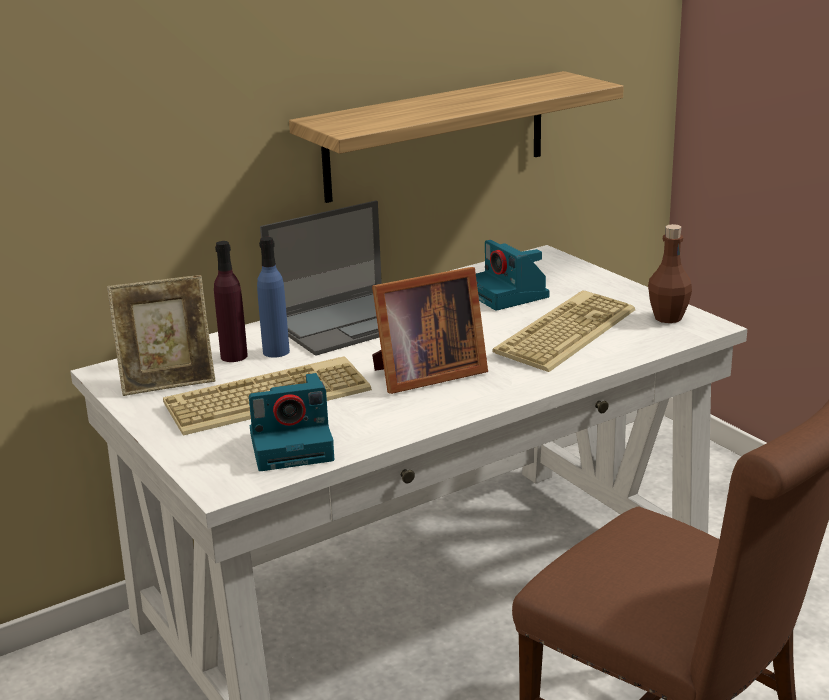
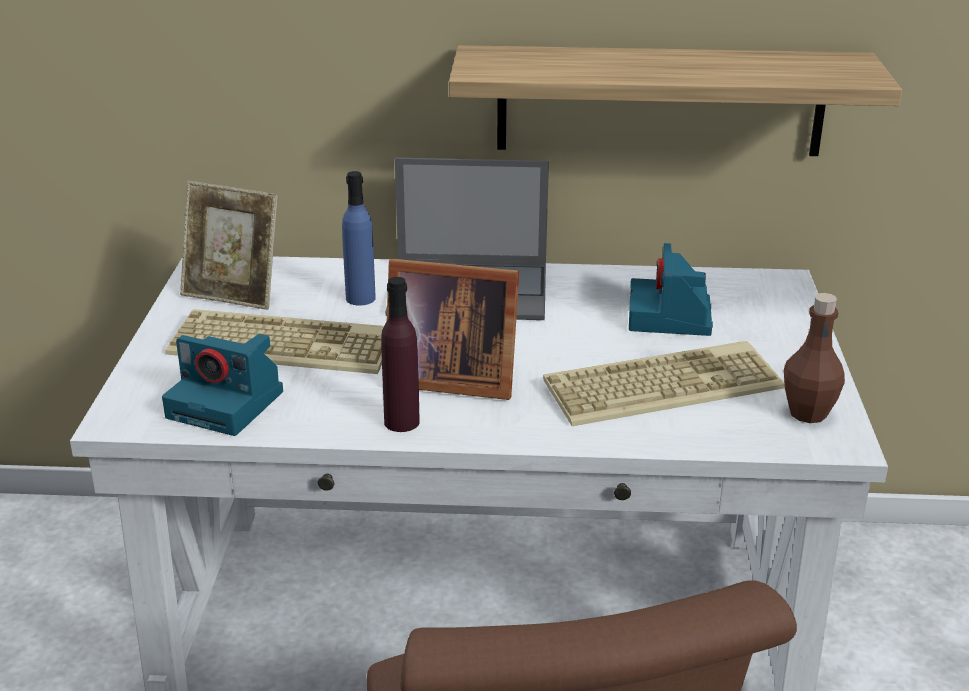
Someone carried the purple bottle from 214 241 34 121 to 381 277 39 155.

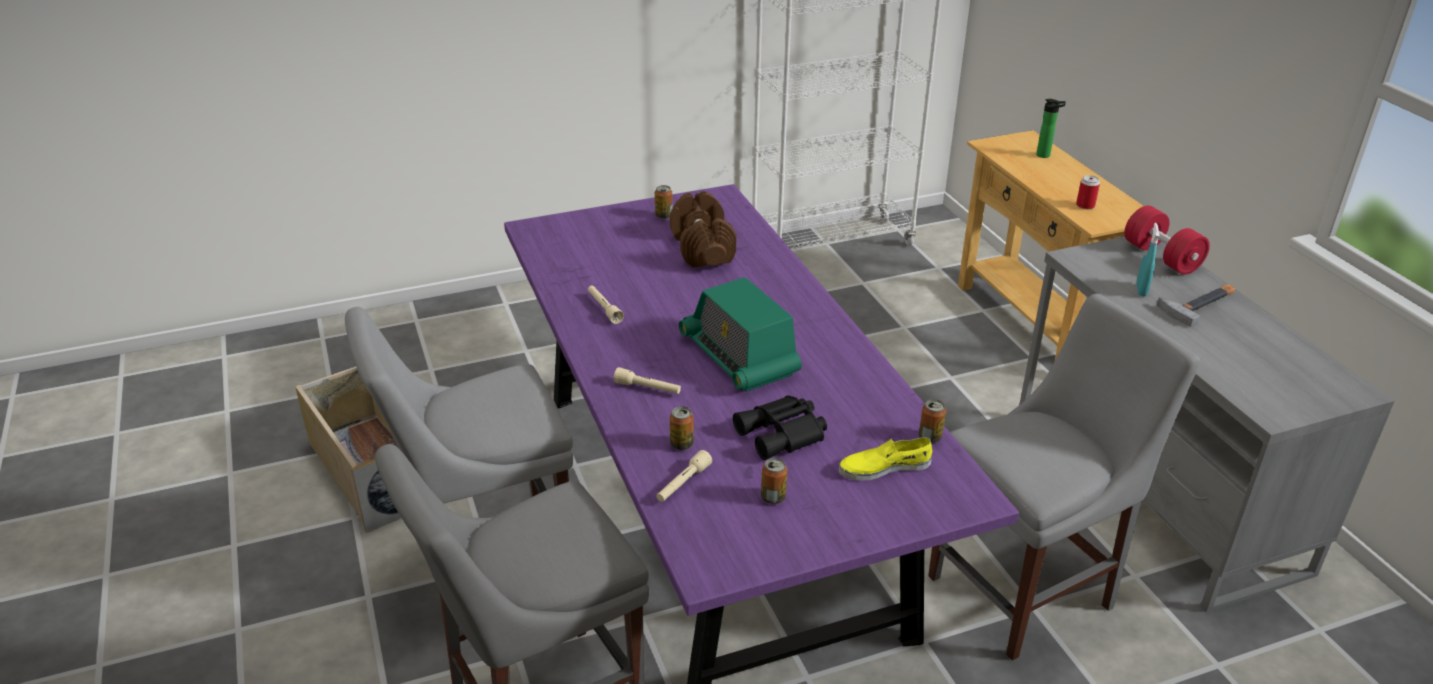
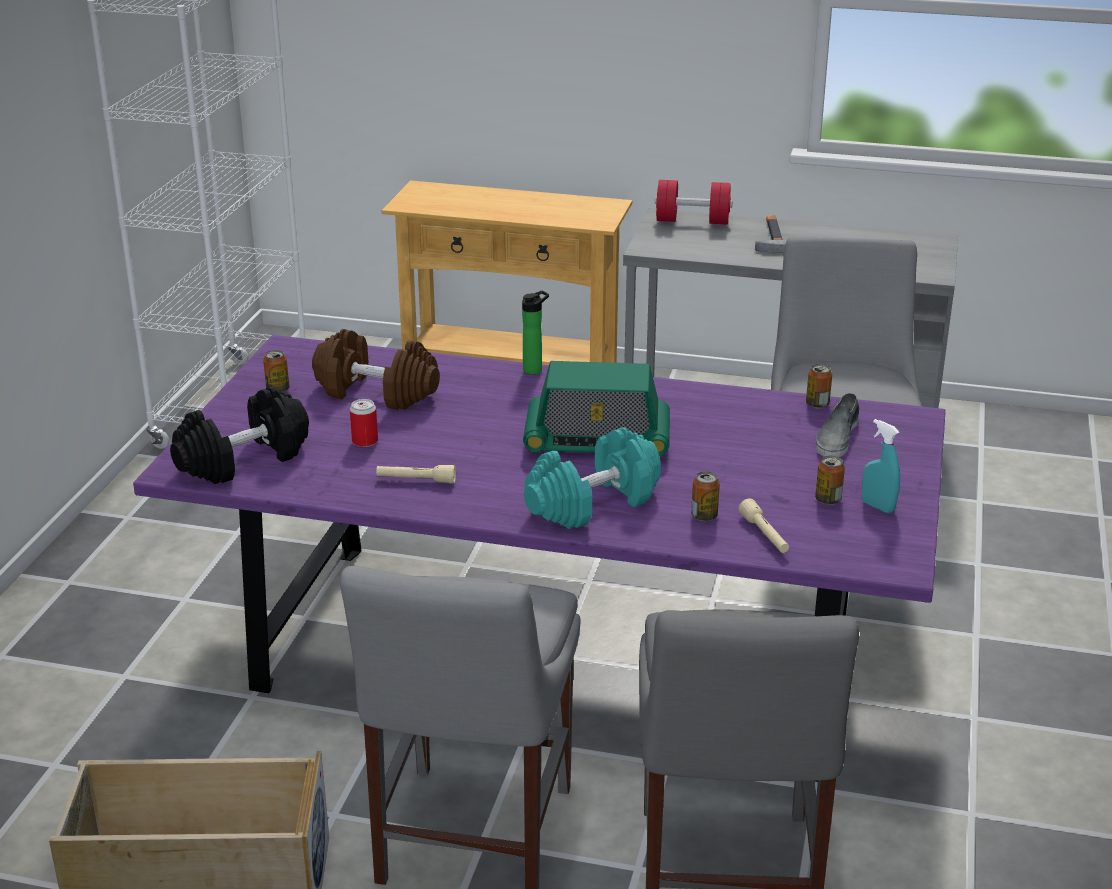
Someone swapped the sand-coloured torch at 614 367 67 27 for the turquoise-coloured dumbbell at 524 427 137 102.
Someone took away the blackish binoculars at 733 395 94 65.
Someone repainted the yellow low shoe at 839 437 94 44, which became the gray low shoe at 816 393 43 64.
Someone carried the bottle from 1036 99 30 59 to 522 291 27 83.
Someone carried the sealed can from 1076 175 24 34 to 350 399 28 48.
Someone carried the turquoise-coloured sprayer from 1137 223 22 73 to 862 419 38 94.
Someone put down the blackish dumbbell at 170 387 139 97.

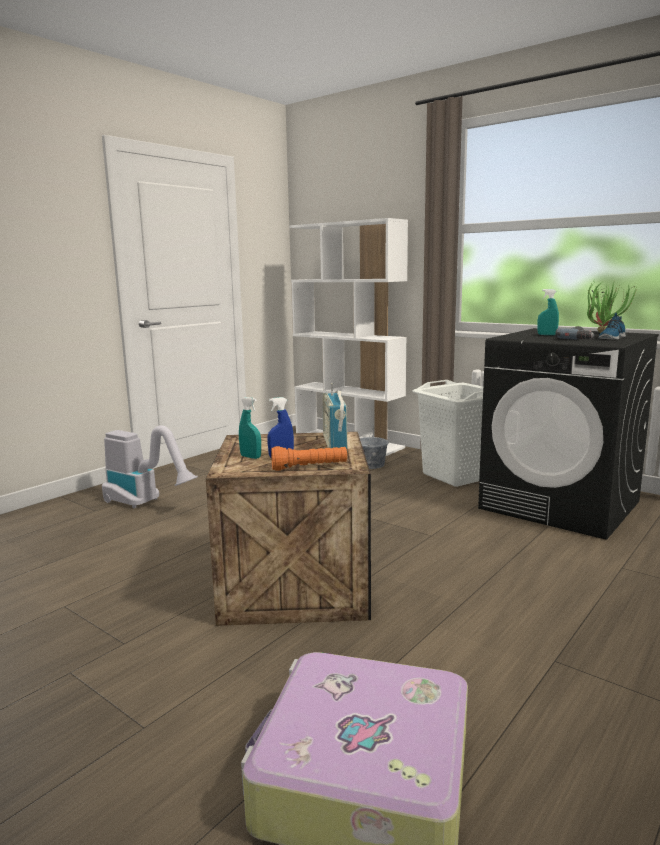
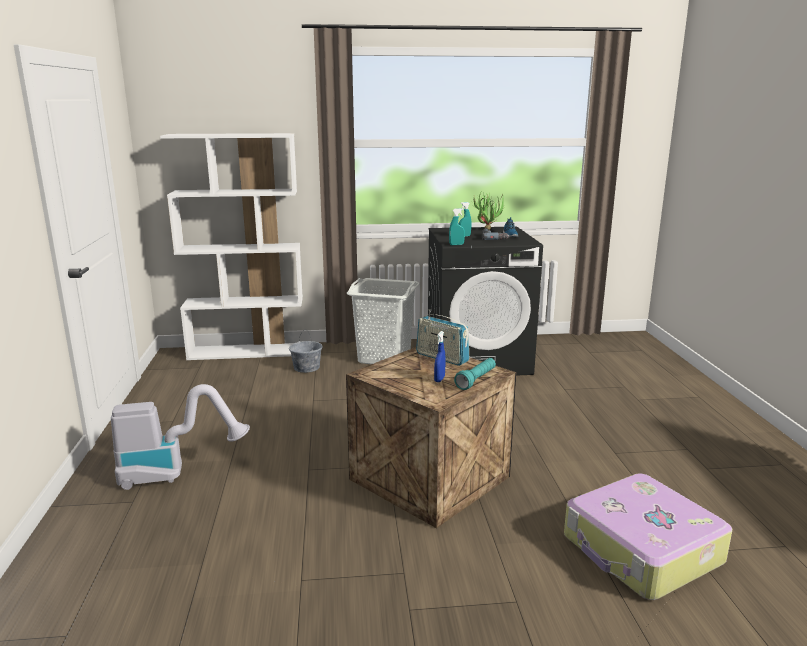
Someone carried the turquoise-coloured sprayer from 239 397 22 62 to 449 208 16 37.
Someone repainted the orangey torch at 271 446 76 25, which became the turquoise-coloured torch at 454 358 42 32.

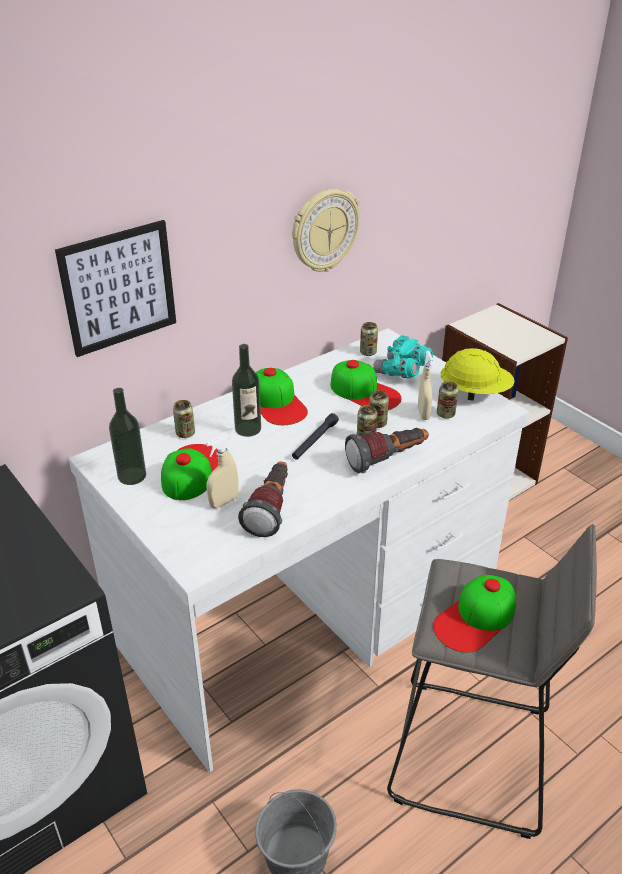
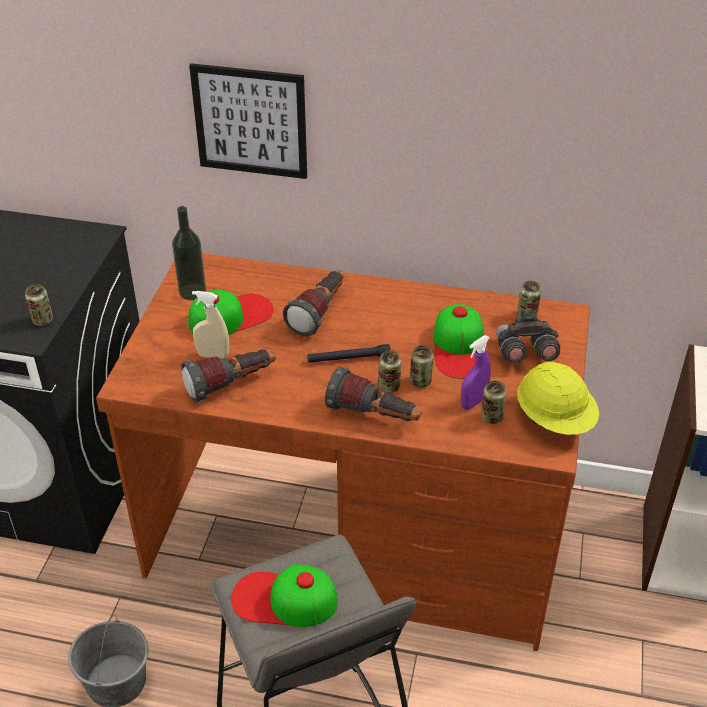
Someone repainted the whitish desk unit at 69 328 460 444, which became the brown desk unit at 96 253 494 398.
Someone carried the sealed can from 173 400 22 38 to 25 284 28 42.
Someone swapped the bottle at 232 344 29 93 for the torch at 283 270 61 66.
Someone took away the cap at 256 368 52 57.
Someone took away the clock on the wall at 292 189 68 83.
Someone repainted the turquoise-coloured binoculars at 373 335 60 43, which became the gray binoculars at 496 313 64 51.
Someone repainted the sand-coloured sprayer at 418 351 15 69, which became the purple sprayer at 461 335 30 75.

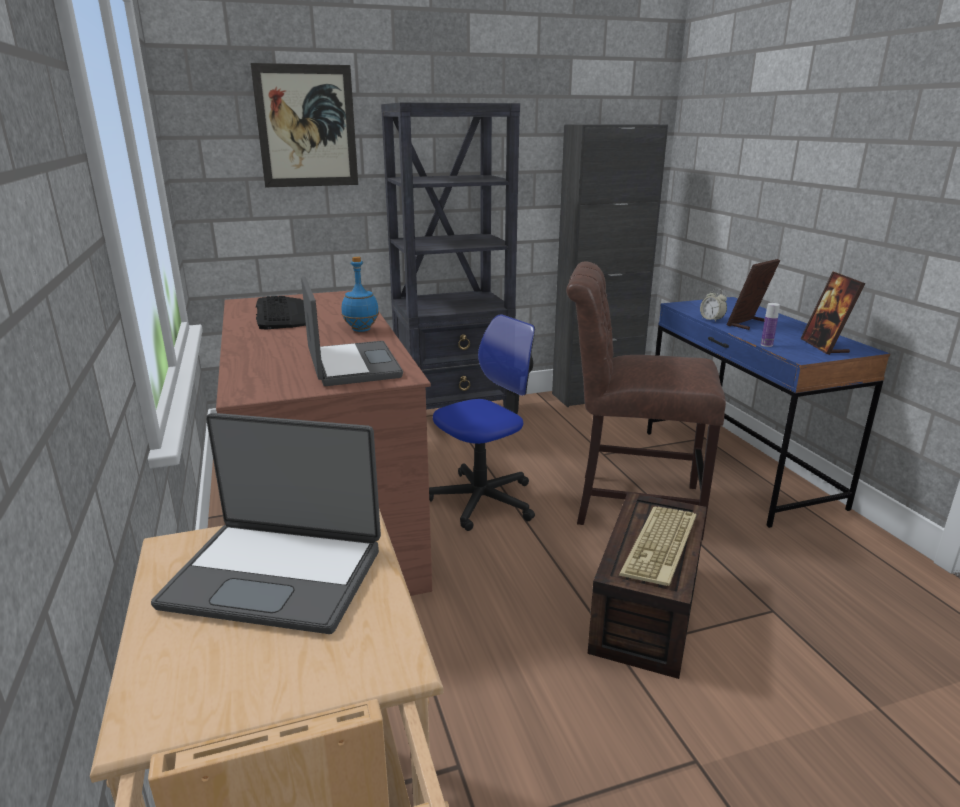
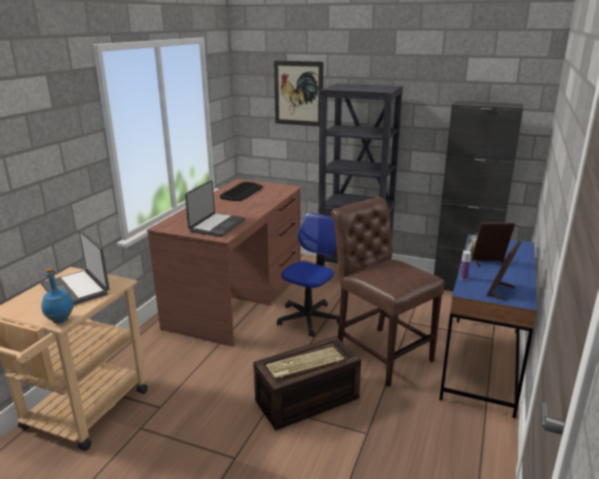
Someone carried the blue-coloured bottle from 342 256 37 76 to 41 268 33 56.
Someone rotated the desk chair at 429 314 106 217 by 60 degrees counterclockwise.

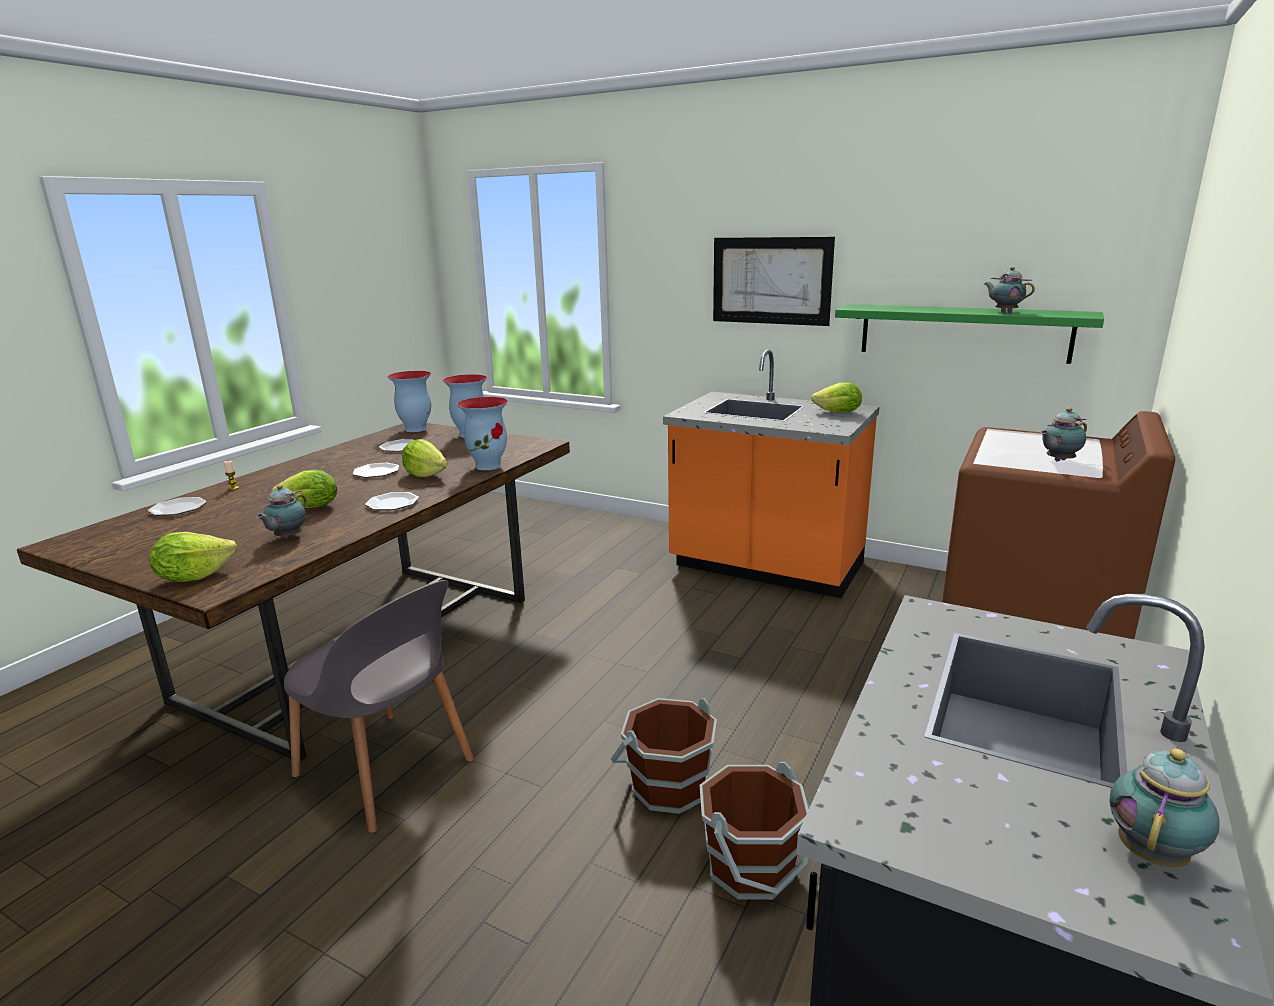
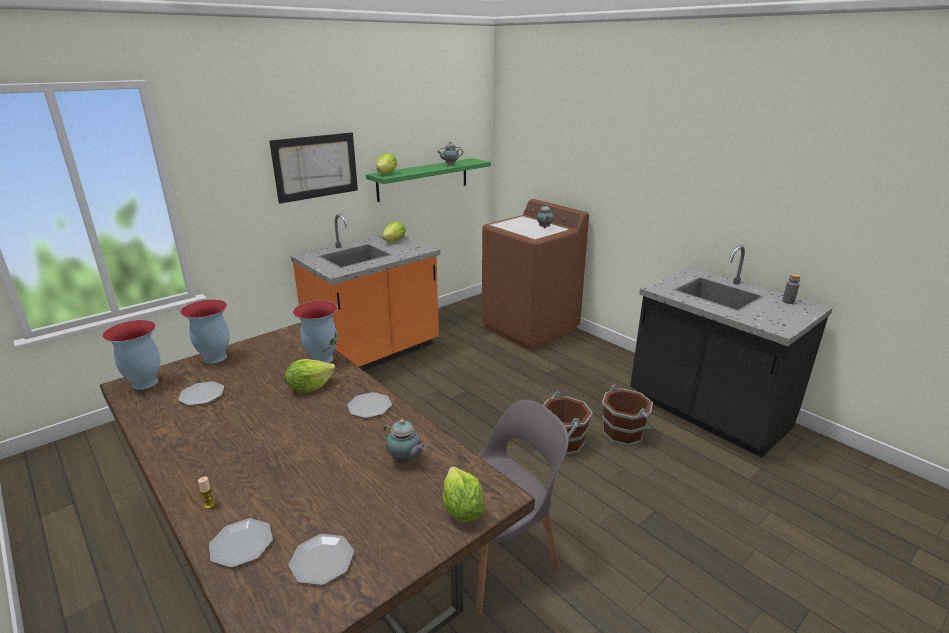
Someone carried the lettuce from 272 470 65 38 to 376 153 21 21.
Someone carried the plate from 353 463 46 15 to 289 534 65 51.
Someone swapped the tea pot at 1110 747 110 120 for the gray bottle at 782 274 19 30.

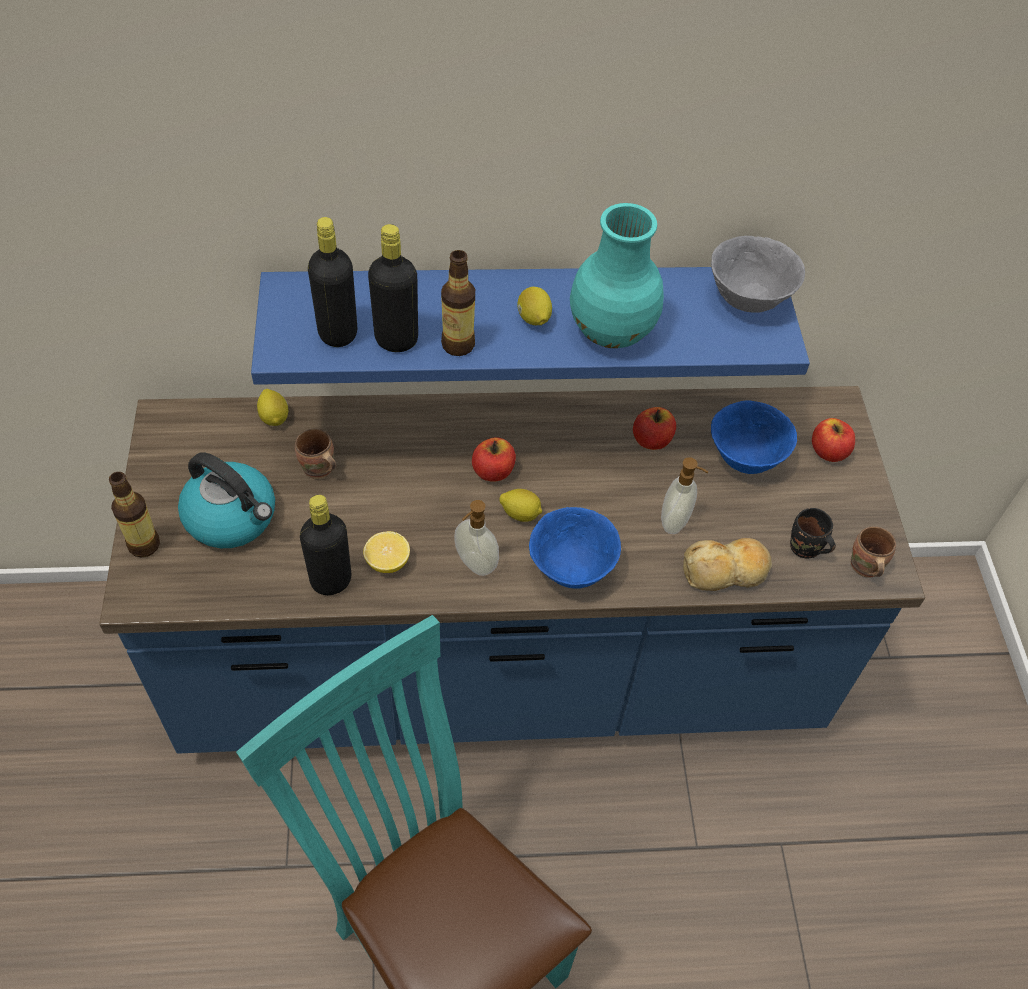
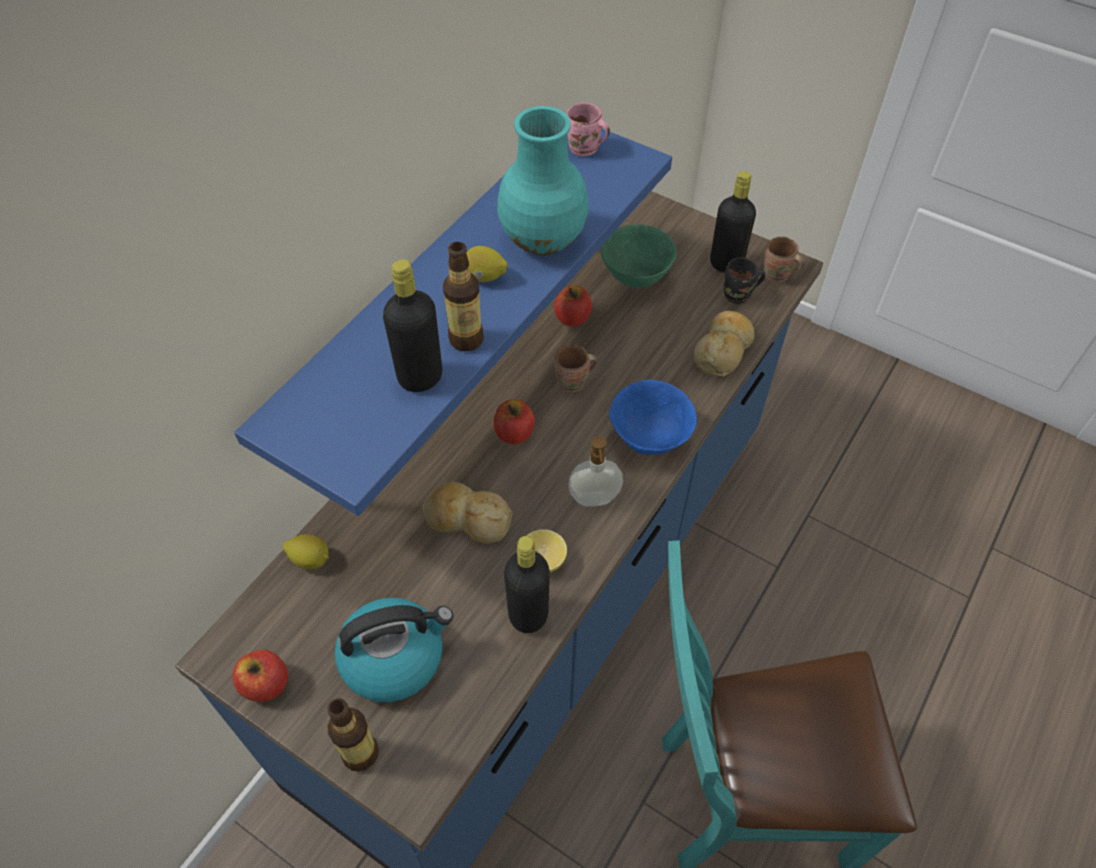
Someone carried the brown coffee mug from 295 428 41 51 to 554 344 44 48.
Someone carried the blackish bottle from 308 217 49 130 to 710 171 46 102.
Someone took away the whole lemon at 500 489 42 33.
Someone took away the liquid soap bottle at 661 457 47 77.
Someone swapped the gray bowl at 711 236 94 77 for the pink coffee mug at 567 103 43 53.
Someone repainted the blue-coloured bowl at 711 400 86 74, which became the green bowl at 601 224 75 64.
Someone carried the apple from 812 418 43 44 to 233 650 55 52.
Someone put down the baked bread at 423 482 89 61.

